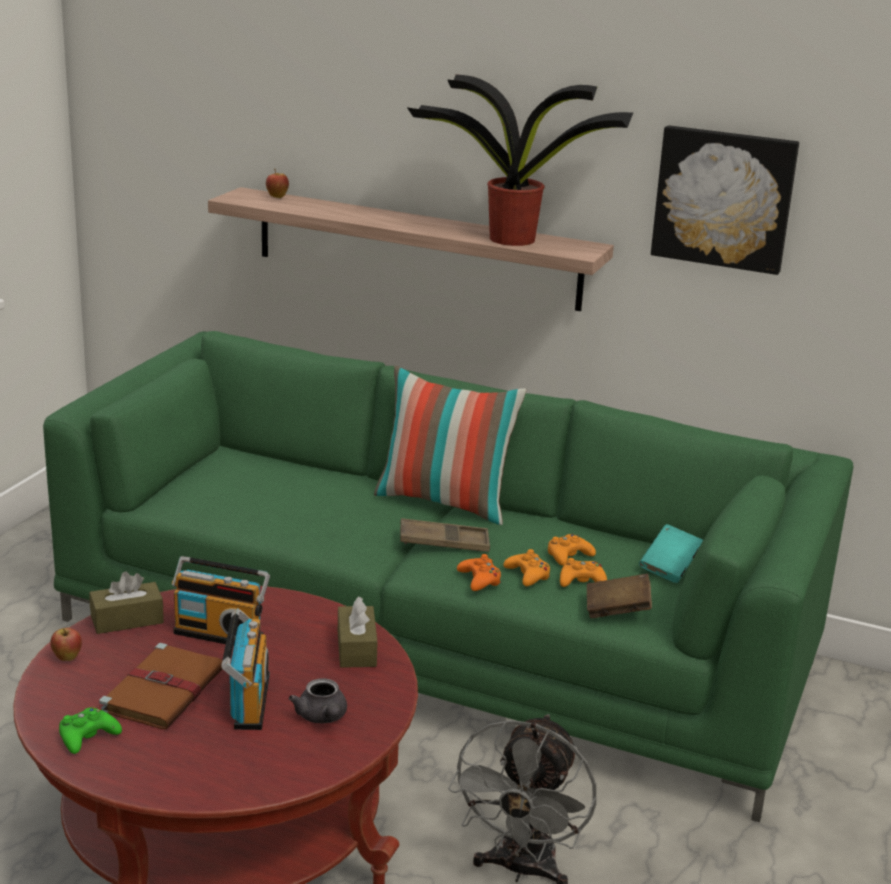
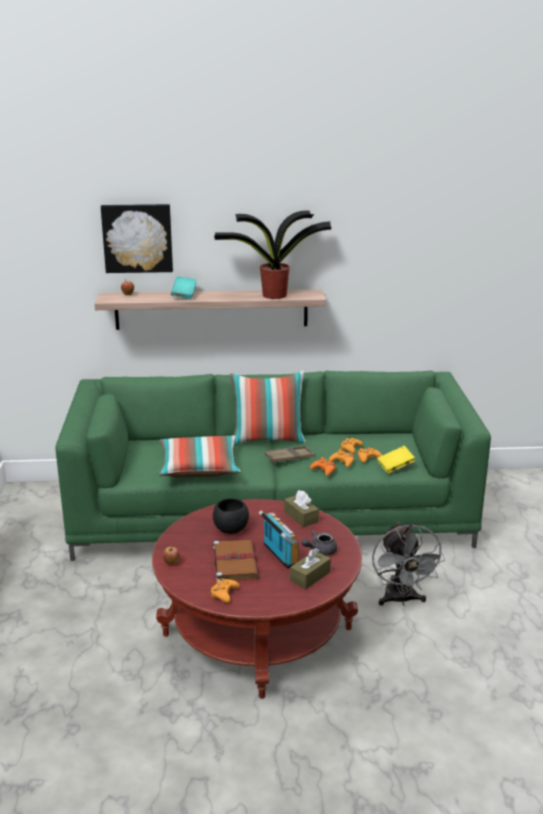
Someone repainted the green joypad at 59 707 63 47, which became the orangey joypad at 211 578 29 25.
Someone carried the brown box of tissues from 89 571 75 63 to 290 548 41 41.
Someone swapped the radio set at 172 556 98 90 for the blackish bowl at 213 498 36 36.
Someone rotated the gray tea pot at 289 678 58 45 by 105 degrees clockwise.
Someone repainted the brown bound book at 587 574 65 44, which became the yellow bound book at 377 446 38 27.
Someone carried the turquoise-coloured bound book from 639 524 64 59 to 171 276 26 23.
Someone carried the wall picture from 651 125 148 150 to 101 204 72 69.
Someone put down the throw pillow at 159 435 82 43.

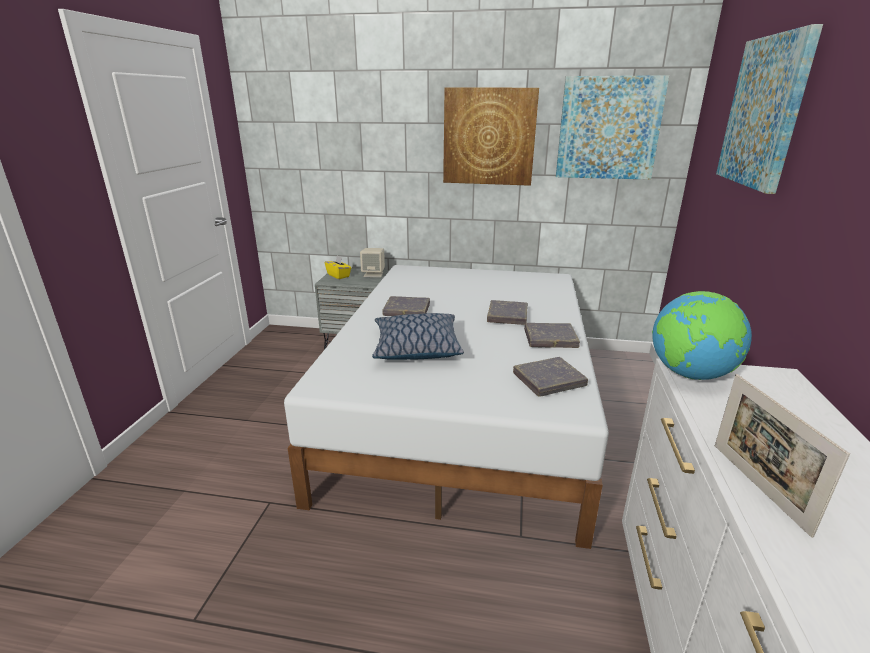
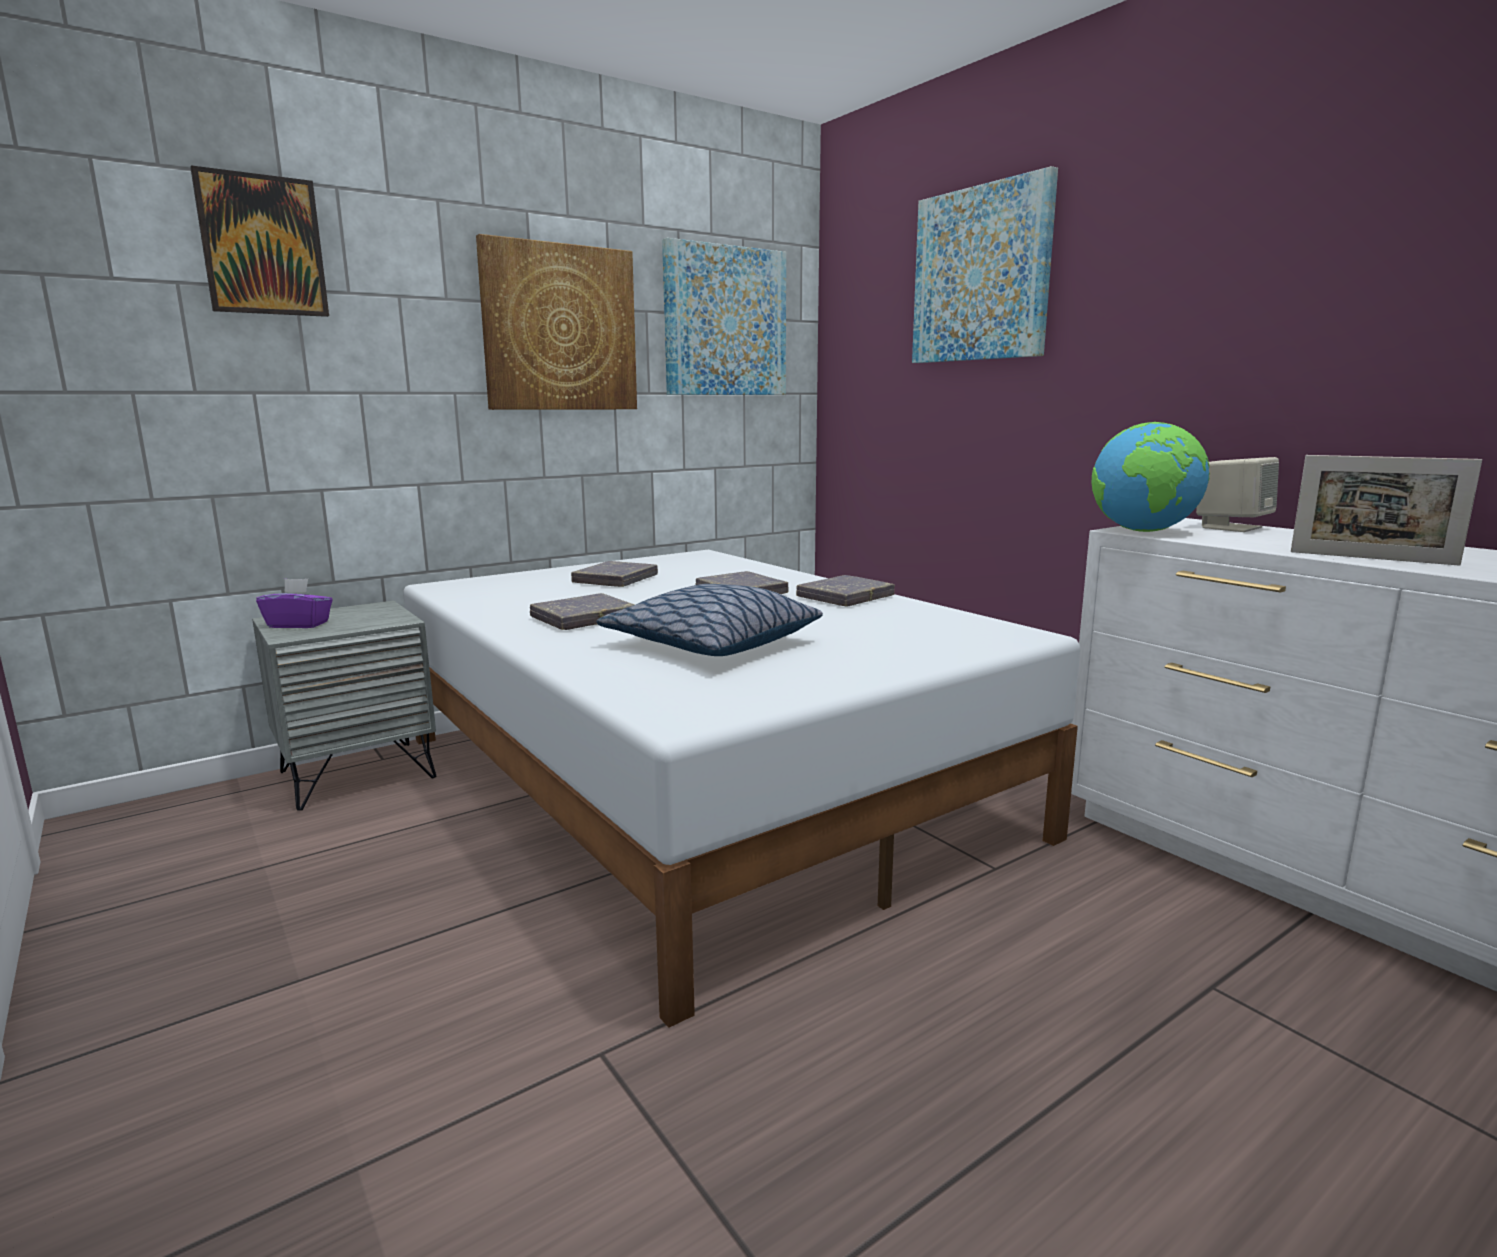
Someone repainted the yellow box of tissues at 325 255 26 24, which became the purple box of tissues at 256 578 77 50.
Someone carried the sand-coloured loudspeaker from 360 248 25 29 to 1196 457 83 75.
Someone carried the gray bound book from 513 357 75 39 to 571 561 87 26.
Someone put up the wall picture at 190 165 139 152.

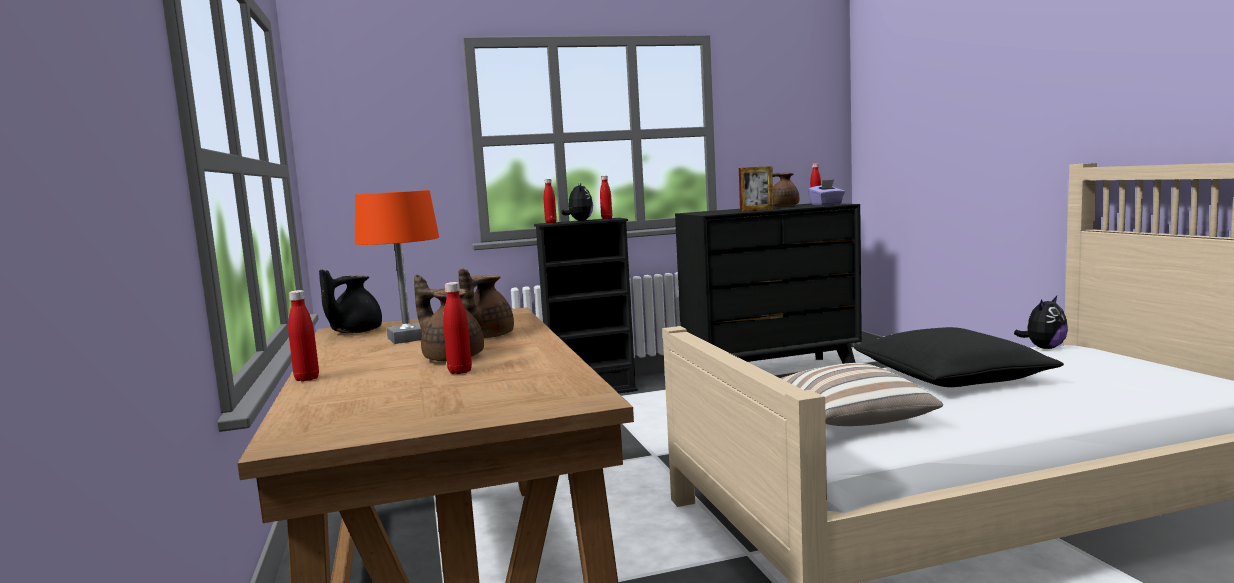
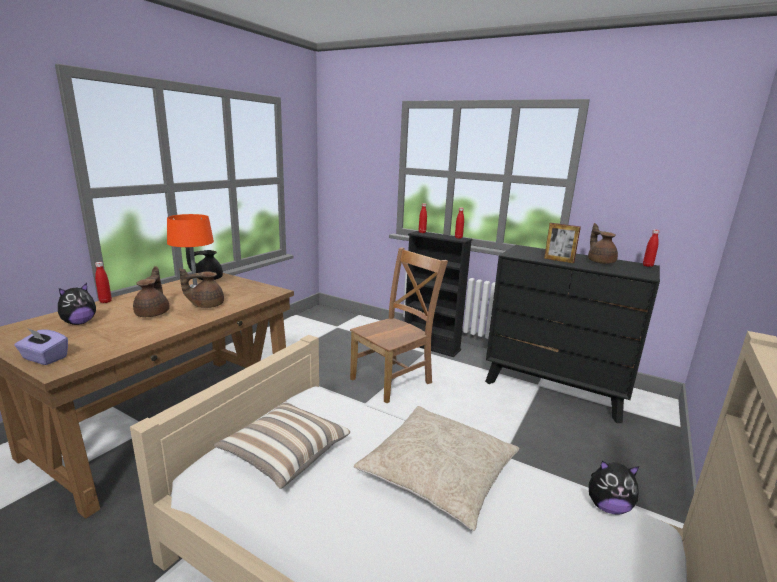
Someone took away the red-coloured bottle at 443 282 29 92.
Someone carried the cuddly toy from 561 183 32 38 to 58 283 38 42.
Someone carried the purple box of tissues from 808 180 37 25 to 14 328 54 37.
Someone repainted the blackish throw pillow at 854 327 210 60, which became the sand-coloured throw pillow at 354 406 165 125.
Someone put down the brown chair at 350 247 98 156.

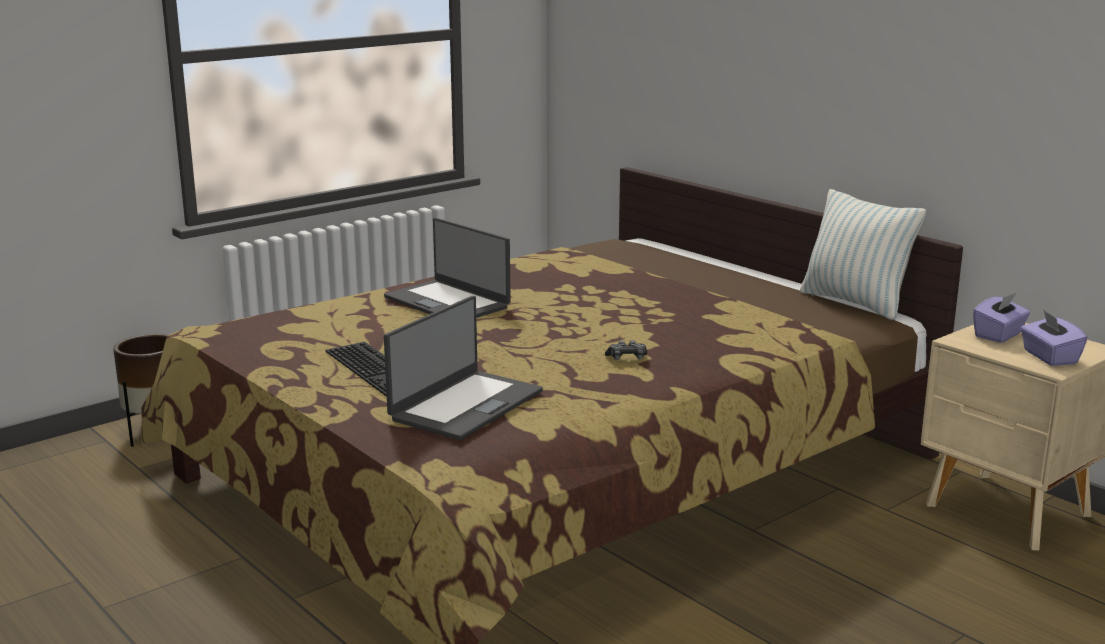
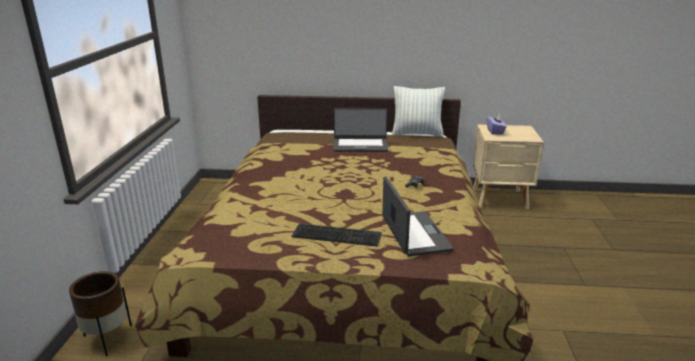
Someone carried the notebook computer from 384 218 127 100 to 333 109 55 43.
Someone took away the purple box of tissues at 1020 310 67 56.

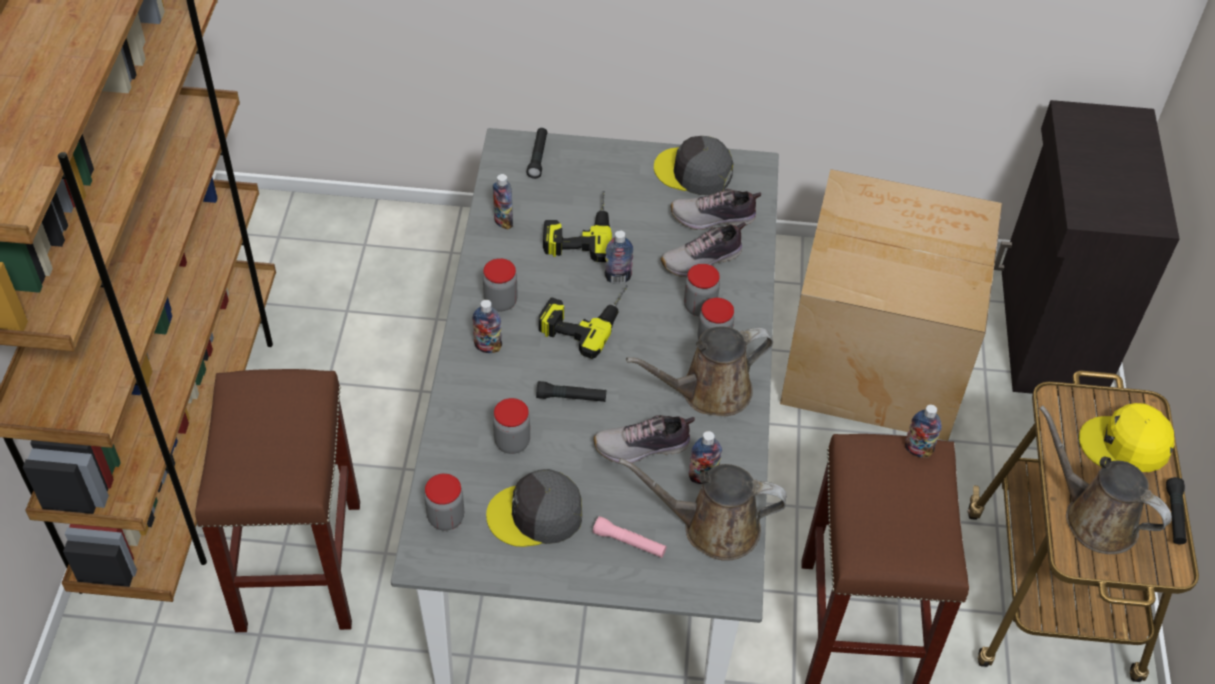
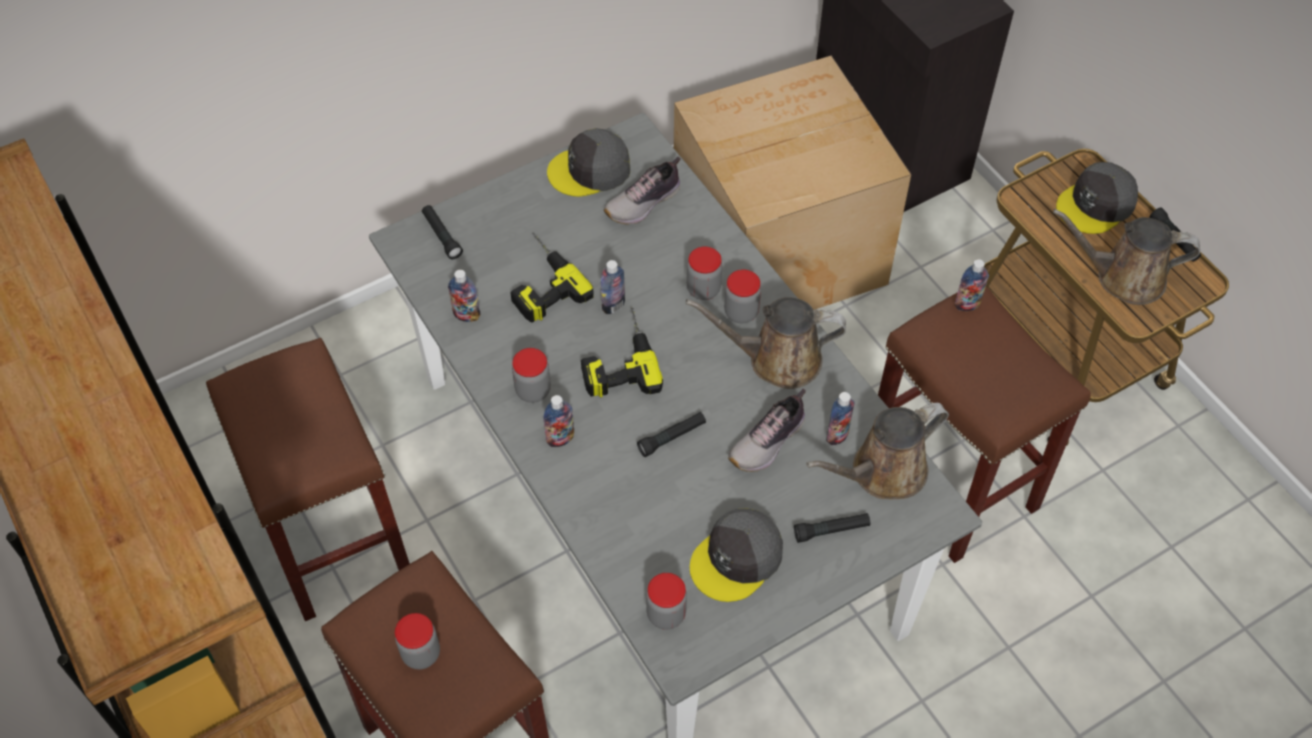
Someone carried the storage jar from 493 398 37 56 to 395 613 45 57.
Someone repainted the pink torch at 593 516 74 42, which became the blackish torch at 794 513 76 30.
Someone rotated the brown watering pot at 626 326 147 90 by 60 degrees clockwise.
Someone took away the low shoe at 660 222 86 55.
Someone repainted the yellow cap at 1079 403 95 69, which became the gray cap at 1056 162 82 72.
Someone put down the brown stool at 206 338 204 283.

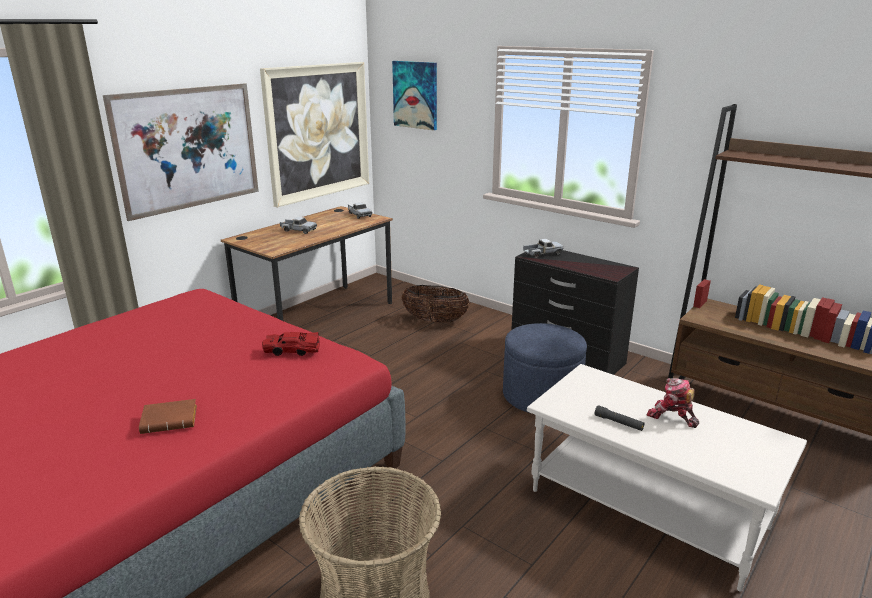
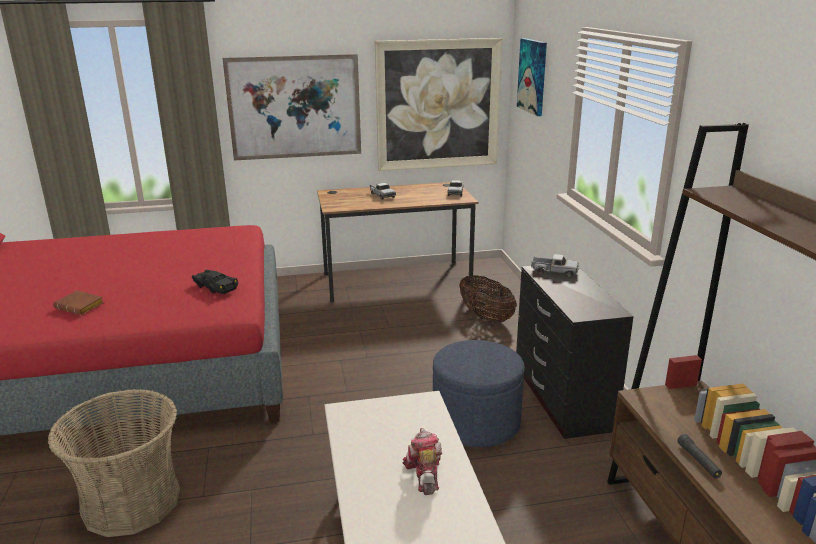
Someone repainted the red-coloured toy car at 262 332 58 24, which became the blackish toy car at 192 270 46 24.
Someone carried the blackish torch from 595 405 50 26 to 677 434 45 45.

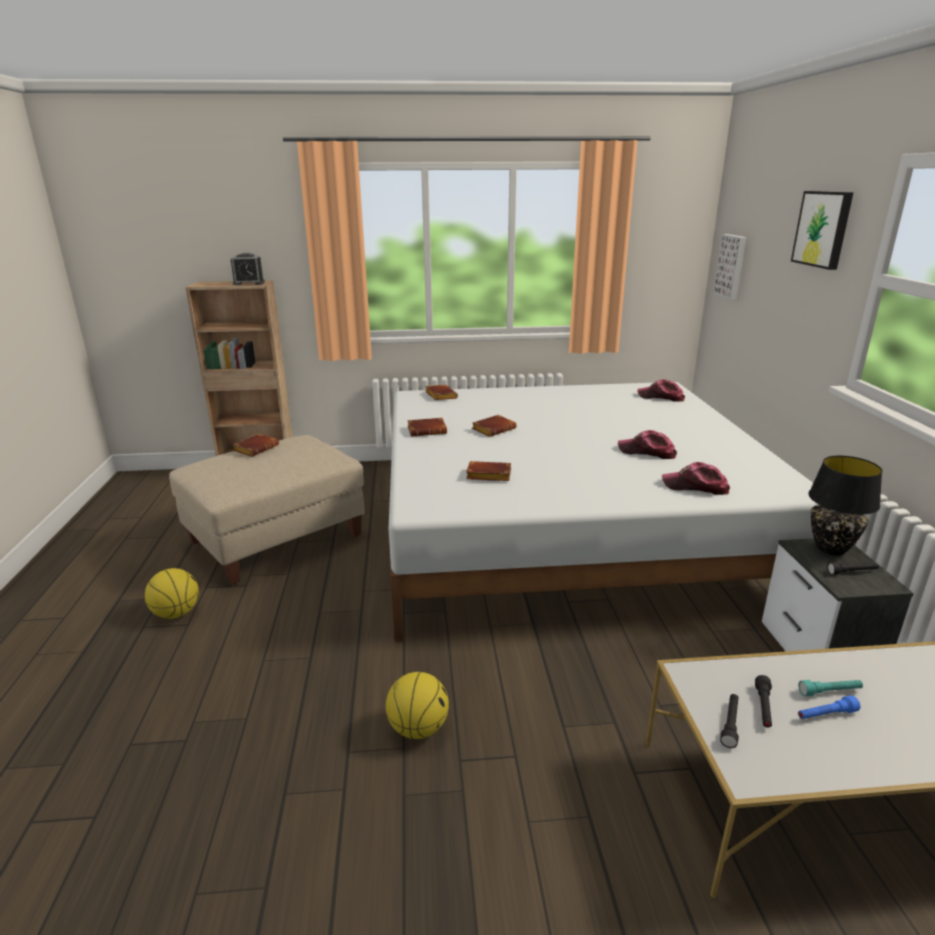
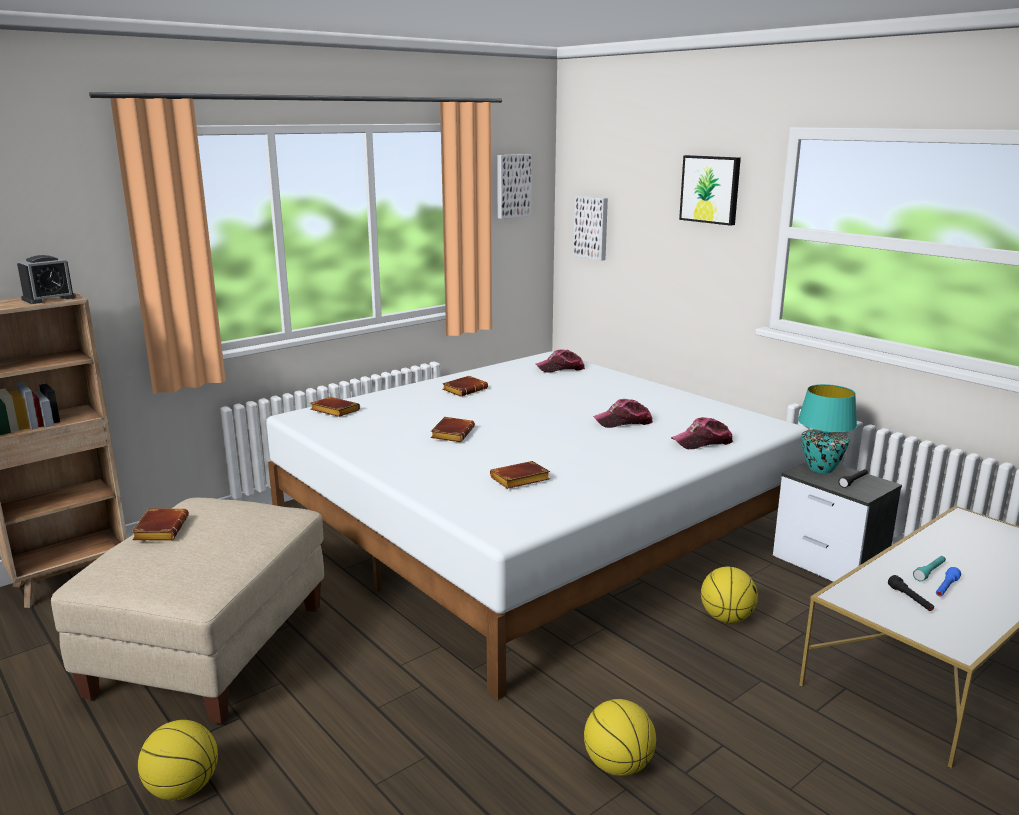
Someone carried the brown bound book from 407 418 40 19 to 442 376 46 21.
Someone took away the blackish torch at 720 694 19 54.
Someone repainted the blackish tabletop lamp at 809 456 74 100, which became the turquoise-coloured tabletop lamp at 798 384 59 90.
Someone put up the wall picture at 497 154 35 65.
Someone put down the basketball ball at 701 567 57 56.

